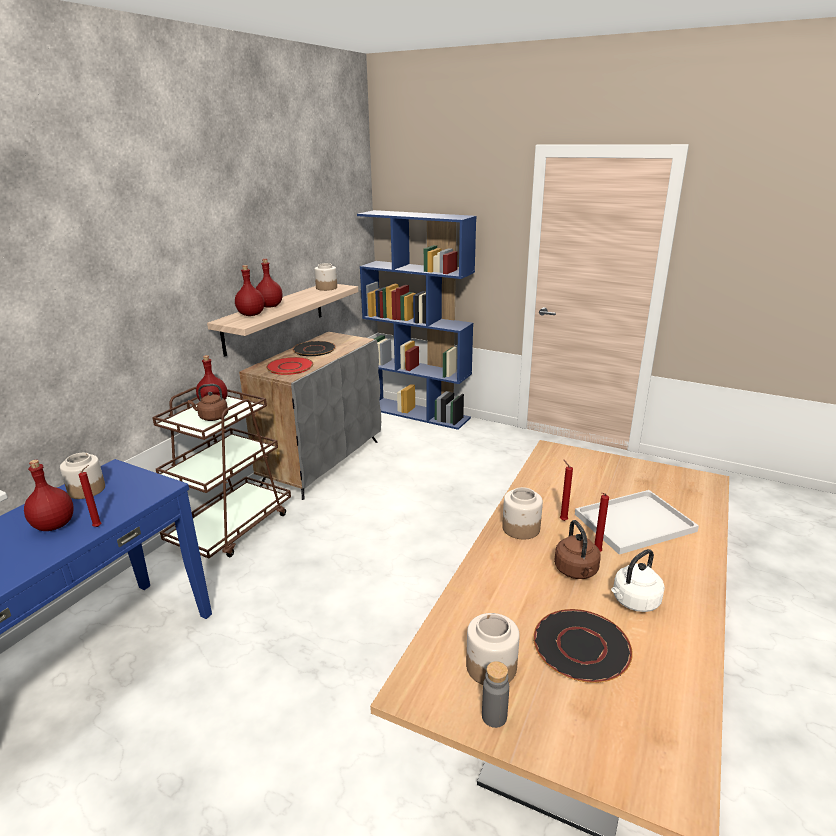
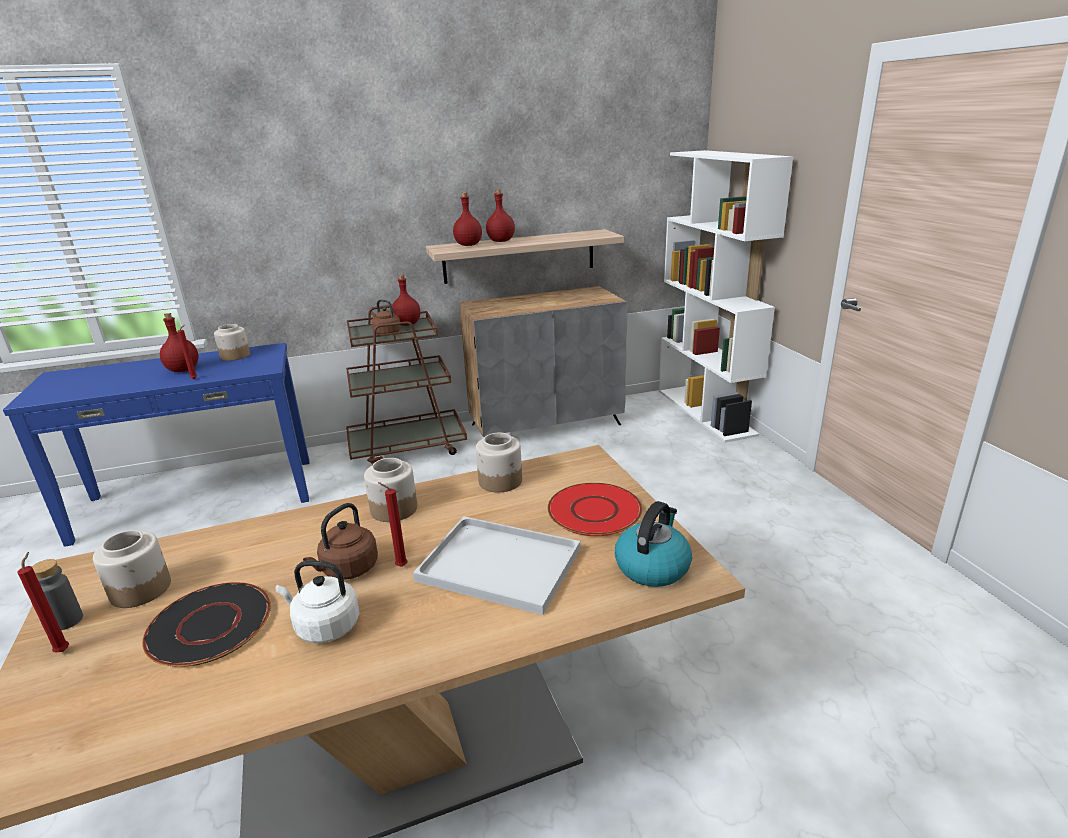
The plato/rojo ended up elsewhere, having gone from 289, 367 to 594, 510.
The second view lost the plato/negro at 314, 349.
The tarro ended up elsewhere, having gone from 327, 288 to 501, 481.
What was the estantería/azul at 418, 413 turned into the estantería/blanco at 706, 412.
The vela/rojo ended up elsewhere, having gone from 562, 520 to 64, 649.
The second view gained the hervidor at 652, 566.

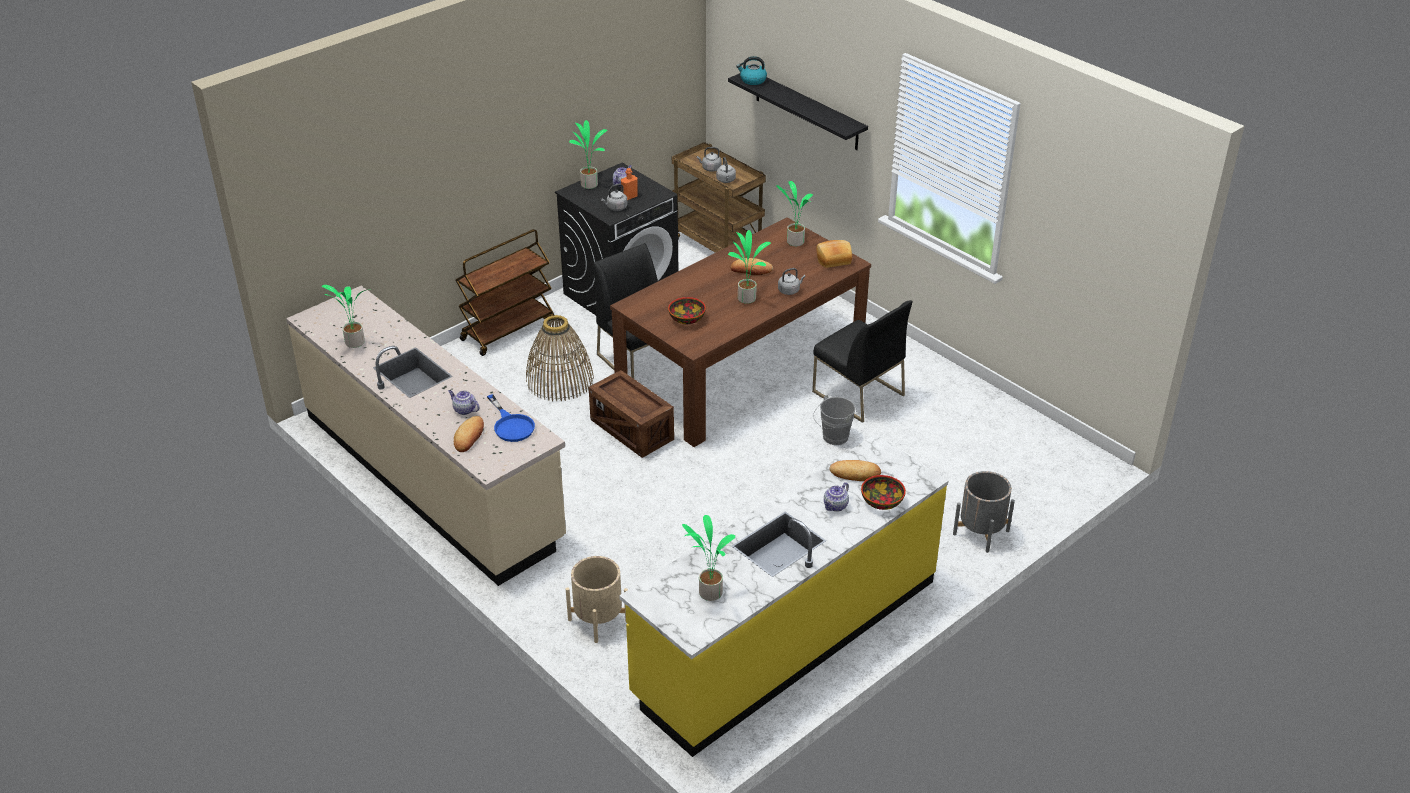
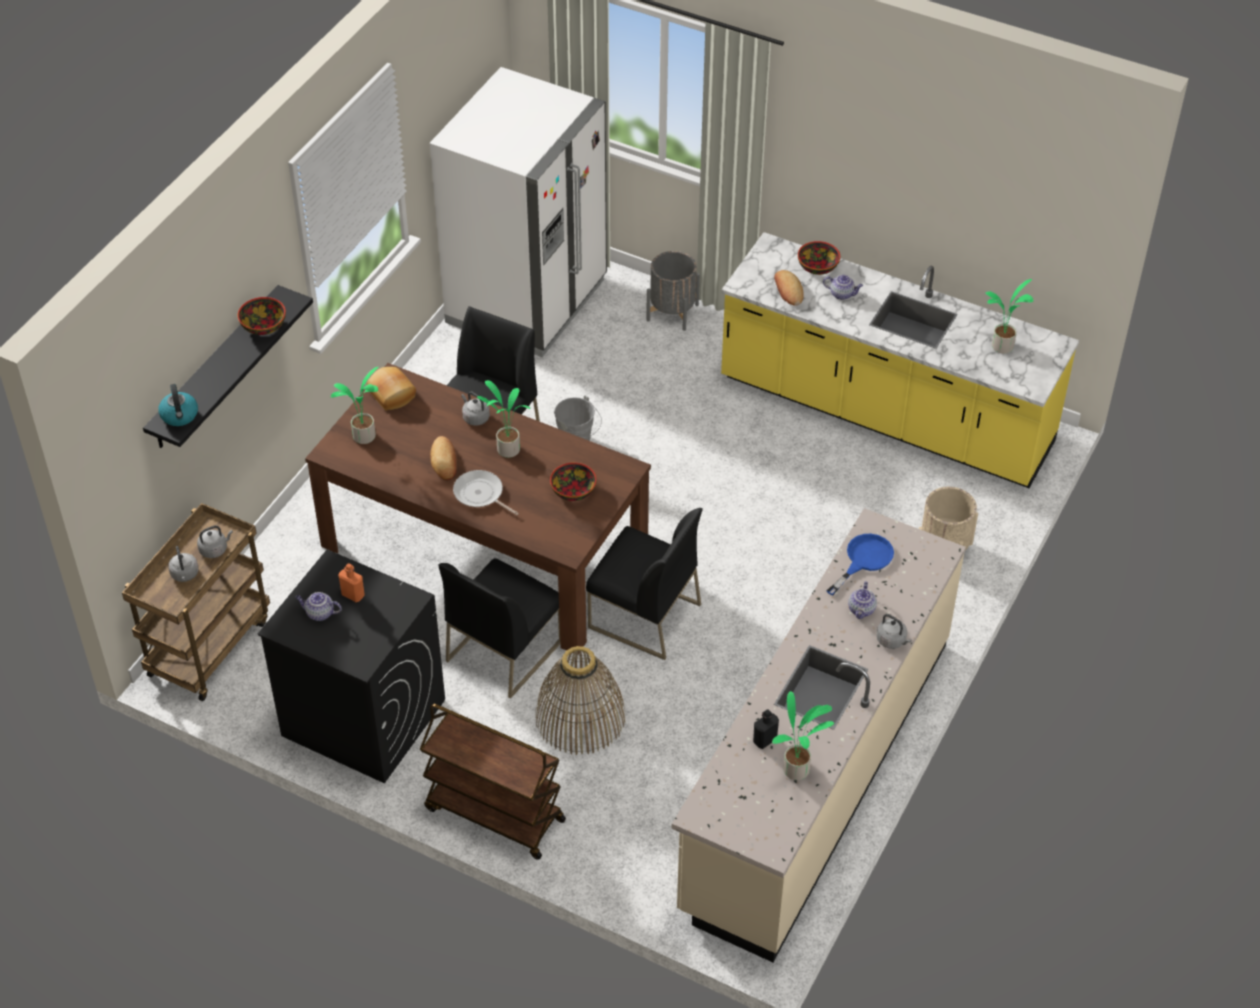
The second view lost the pan at 469, 437.
The second view lost the planta en maceta at 589, 184.
Where the caja de embalaje stood at 631, 430, the silla/negro came to stand at 643, 616.
The hervidor/gris ended up elsewhere, having gone from 616, 207 to 892, 641.
The second view gained the cuenco at 263, 326.
The second view gained the nevera/blanco at 527, 302.
The second view gained the sartén at 480, 494.
The second view gained the botella/negro at 764, 740.

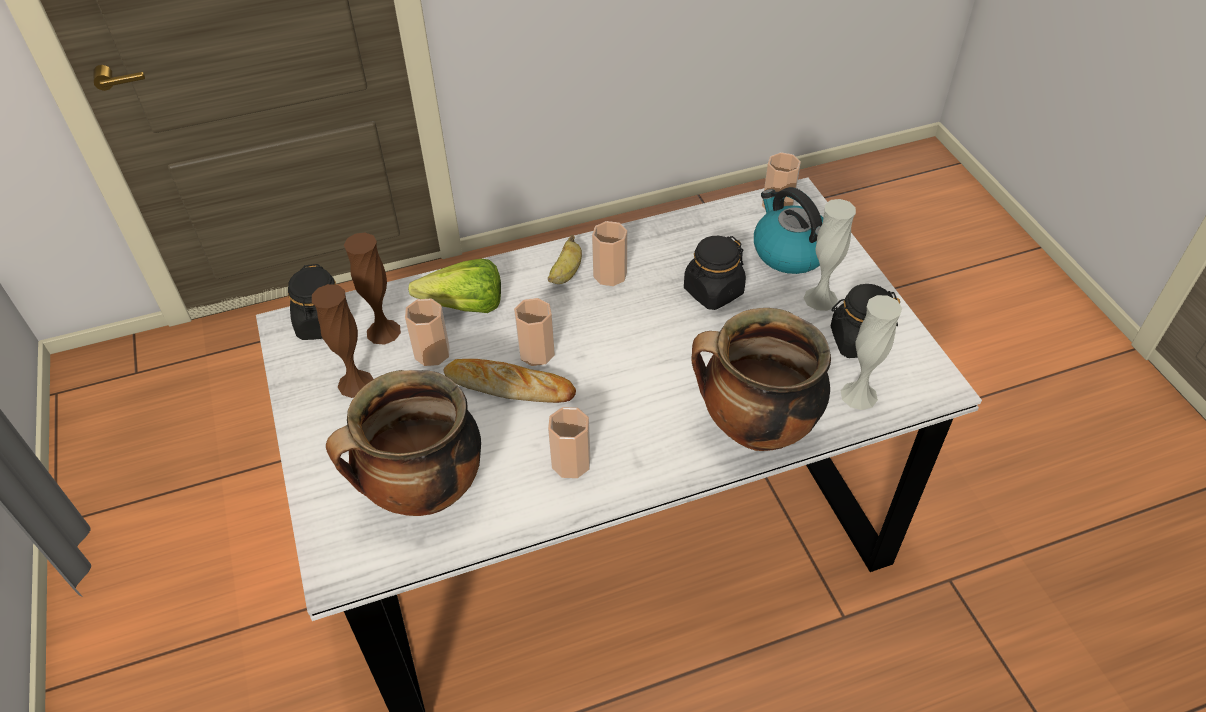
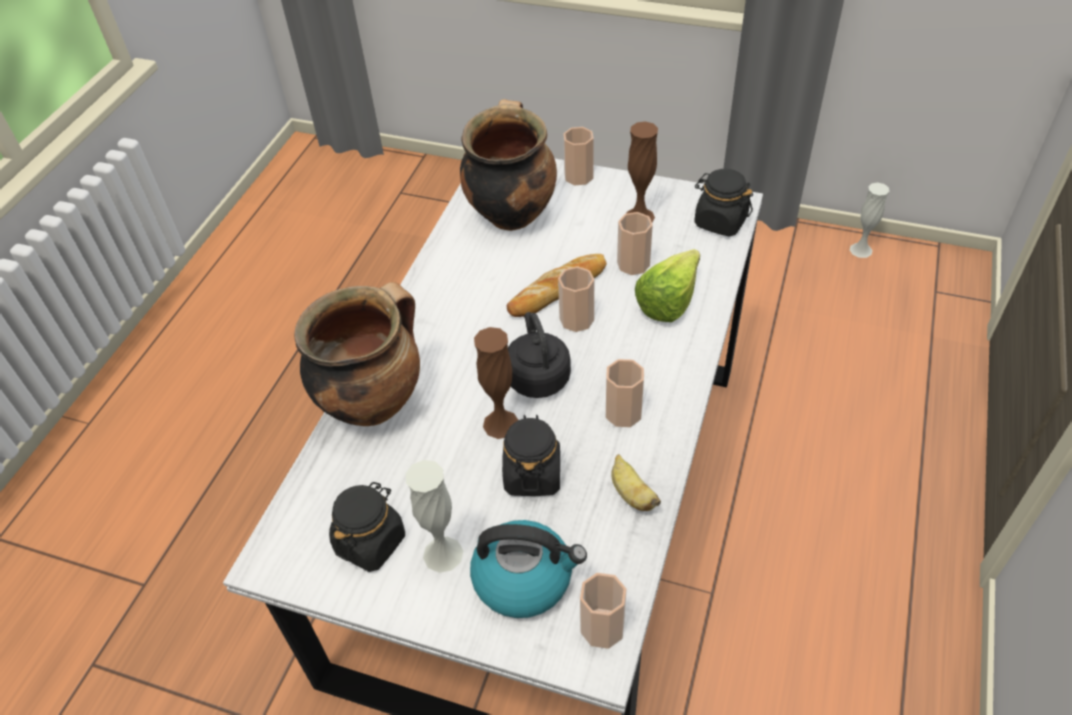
The florero/marrón ended up elsewhere, having gone from 383, 331 to 501, 424.
The plátano ended up elsewhere, having gone from 566, 273 to 631, 494.
The taza ended up elsewhere, having gone from 571, 462 to 578, 176.
The florero/blanco ended up elsewhere, having gone from 859, 395 to 861, 250.
The second view gained the hervidor/negro at 537, 376.

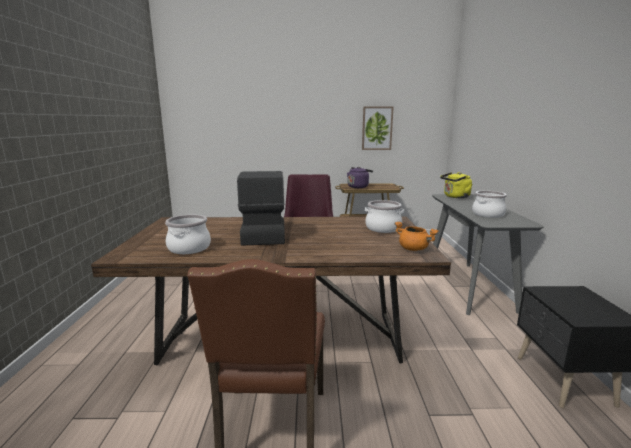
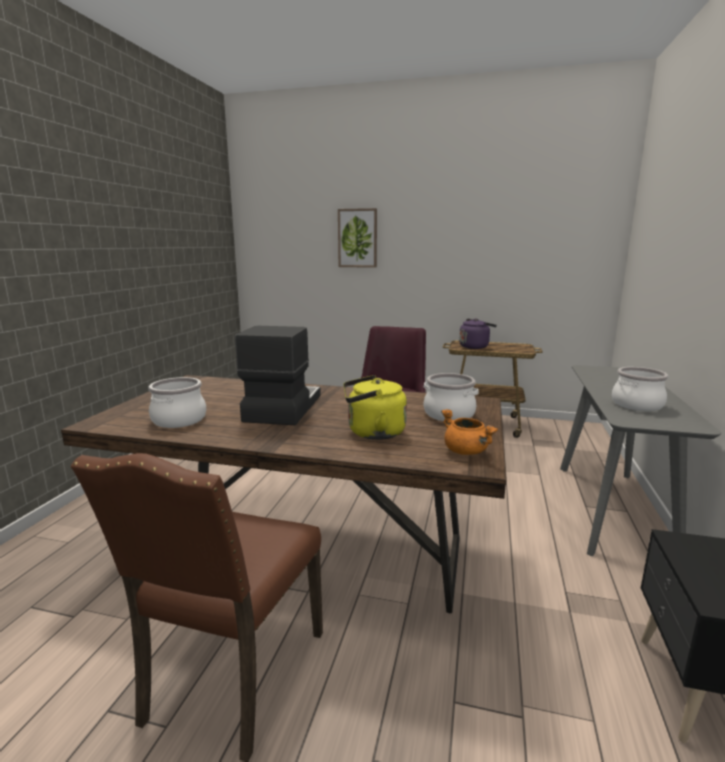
The cuadro ended up elsewhere, having gone from 377, 128 to 357, 238.
The hervidor/amarillo ended up elsewhere, having gone from 455, 197 to 372, 433.

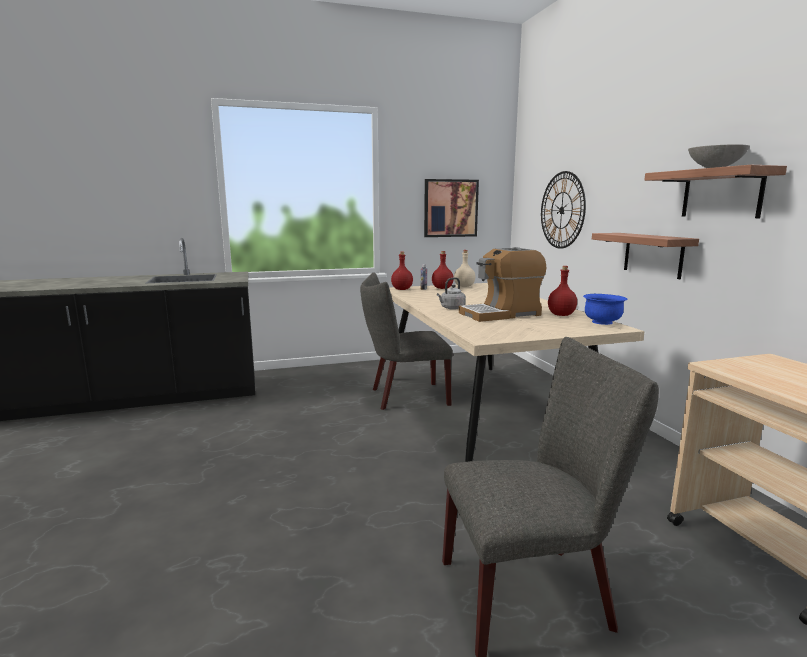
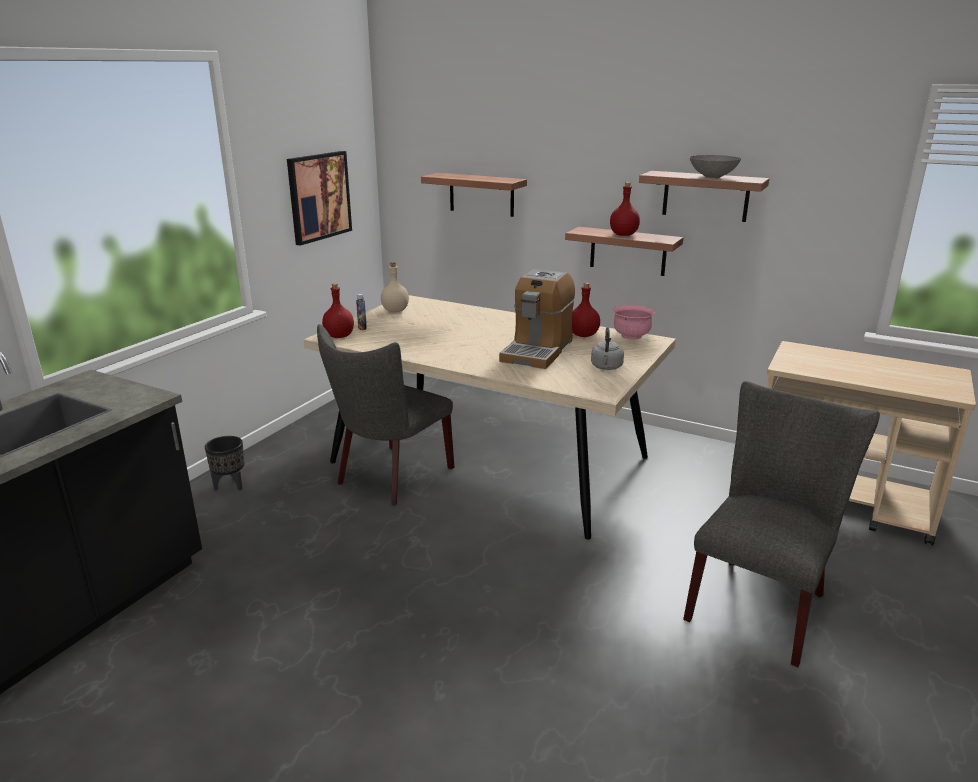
The botella/rojo ended up elsewhere, having gone from 442, 288 to 624, 235.
The hervidor/gris ended up elsewhere, having gone from 451, 308 to 606, 367.
Where the reloj de pared hung at 562, 210, the estante came to hang at 481, 194.
What was the cuenco/azul at 602, 322 turned into the cuenco/rosa at 631, 336.
The second view gained the maceta/negro at 230, 485.

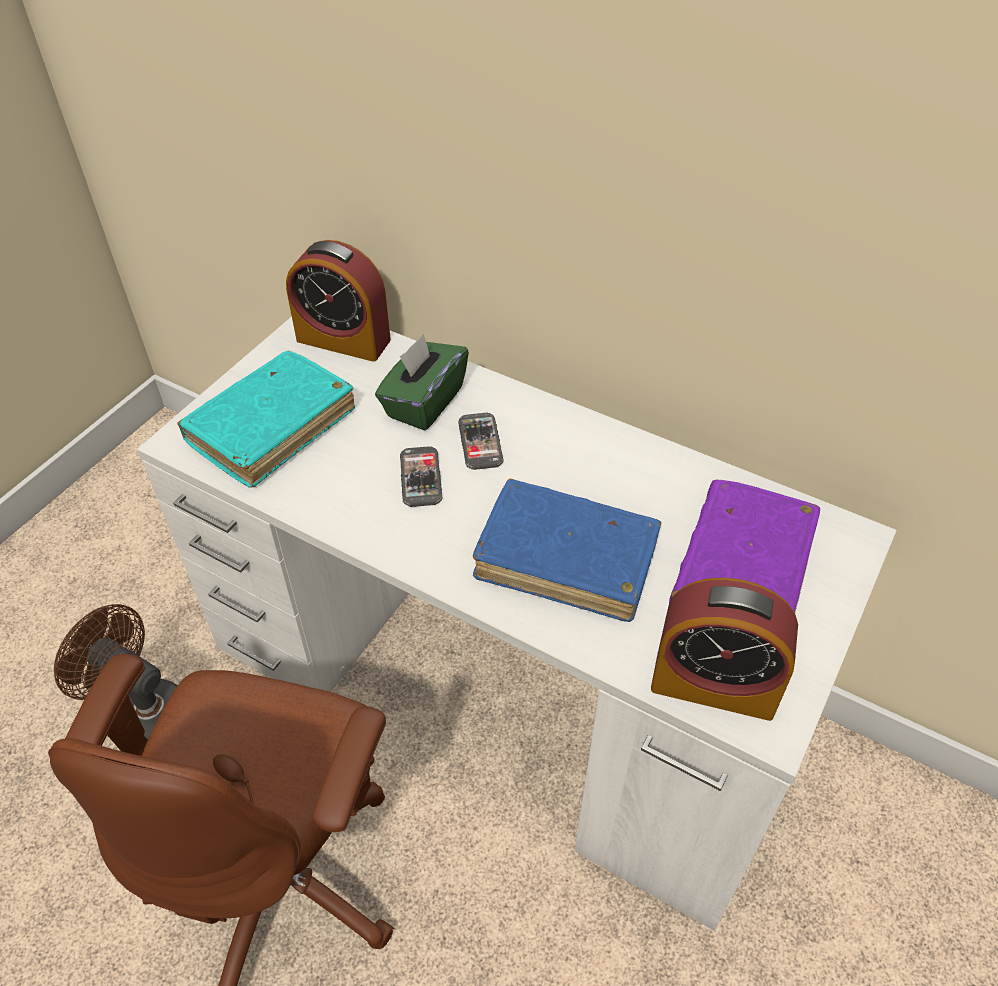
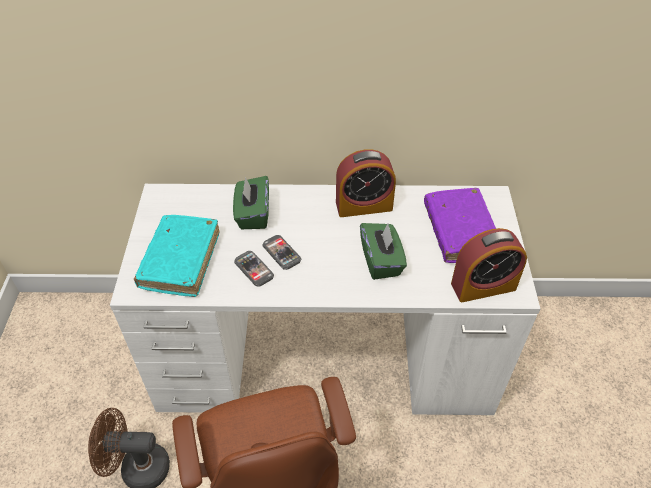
The despertador ended up elsewhere, having gone from 343, 340 to 364, 206.
The móvil ended up elsewhere, having gone from 480, 443 to 254, 269.
Where the libro/azul stood at 566, 560, the caja de pañuelos/verde came to stand at 381, 261.

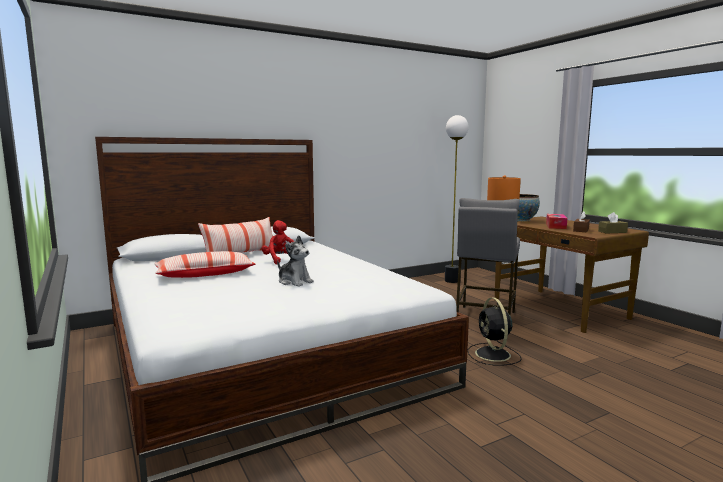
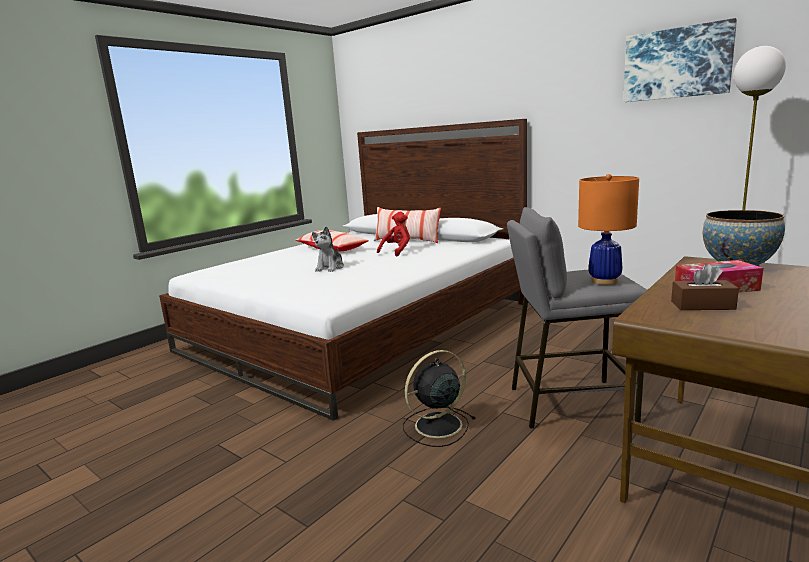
The second view lost the caja de pañuelos/marrón at 612, 232.
The second view gained the cuadro at 677, 63.

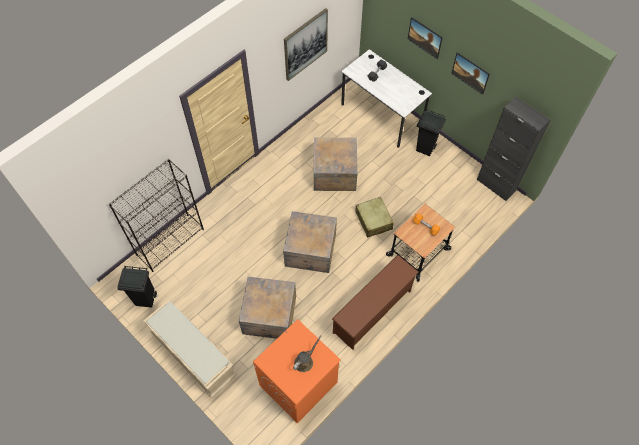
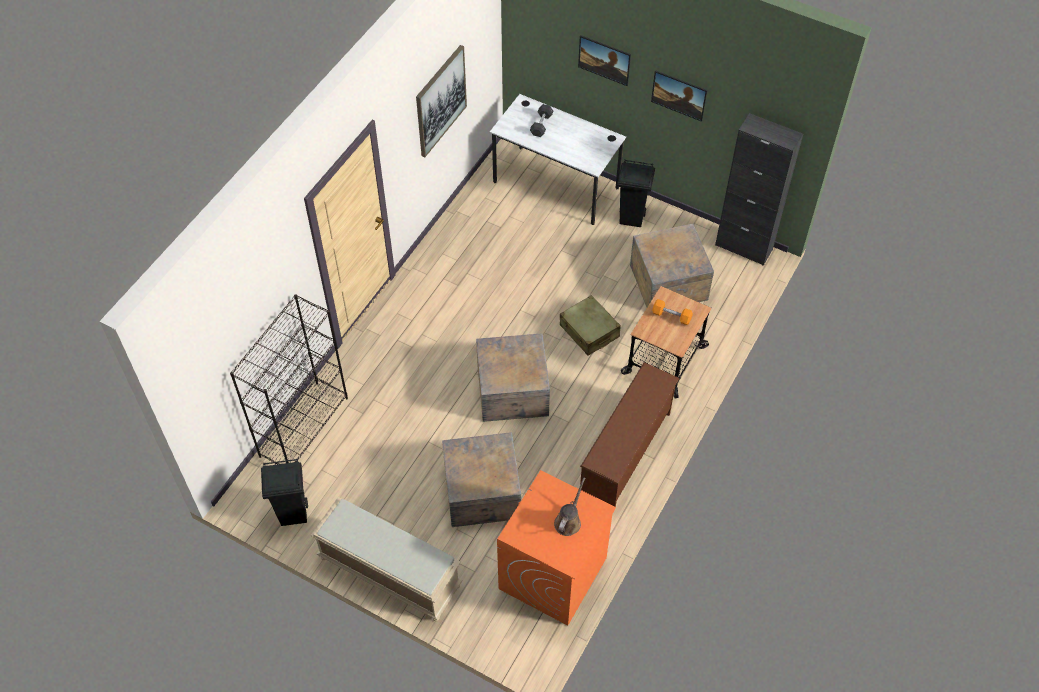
The caja de embalaje ended up elsewhere, having gone from 335, 172 to 669, 281.

